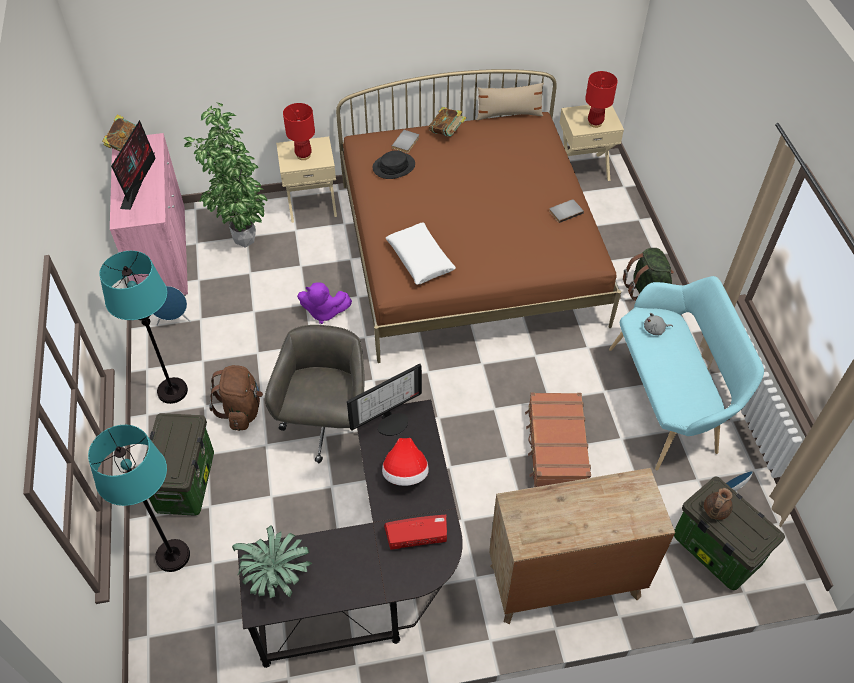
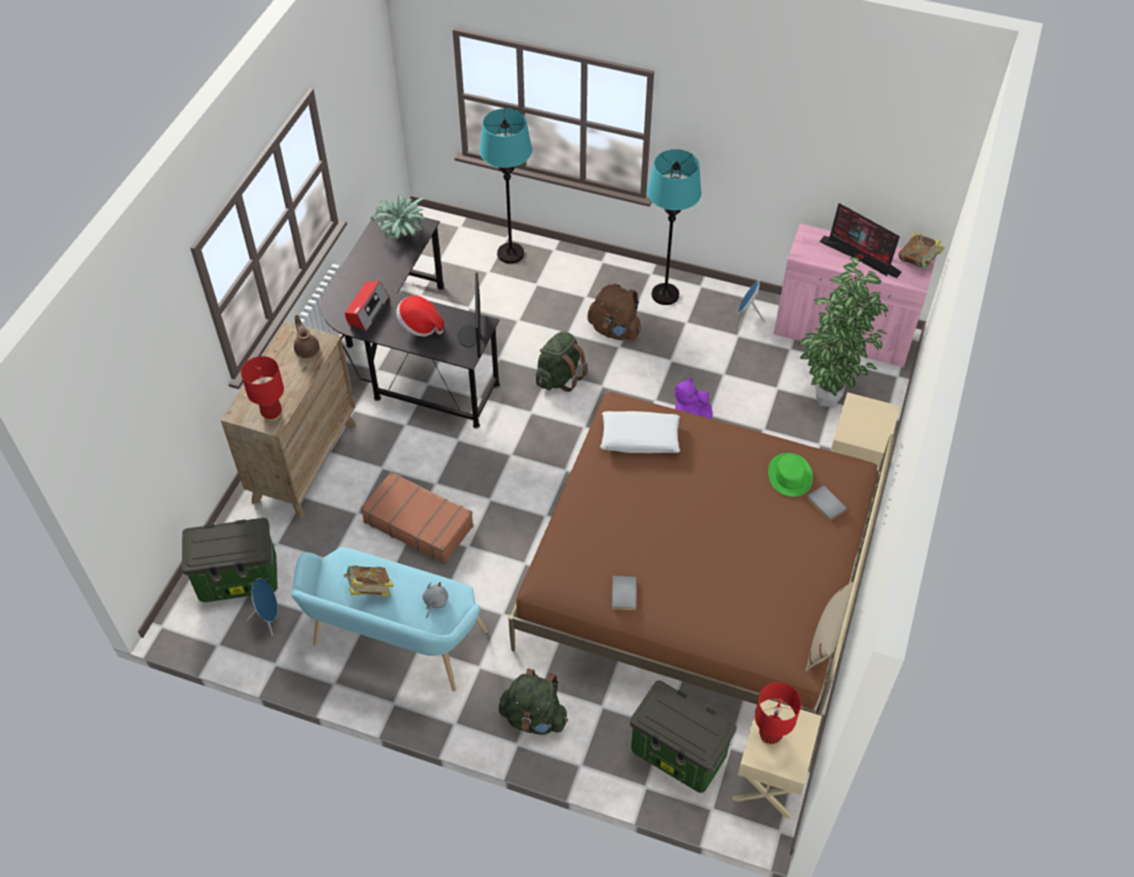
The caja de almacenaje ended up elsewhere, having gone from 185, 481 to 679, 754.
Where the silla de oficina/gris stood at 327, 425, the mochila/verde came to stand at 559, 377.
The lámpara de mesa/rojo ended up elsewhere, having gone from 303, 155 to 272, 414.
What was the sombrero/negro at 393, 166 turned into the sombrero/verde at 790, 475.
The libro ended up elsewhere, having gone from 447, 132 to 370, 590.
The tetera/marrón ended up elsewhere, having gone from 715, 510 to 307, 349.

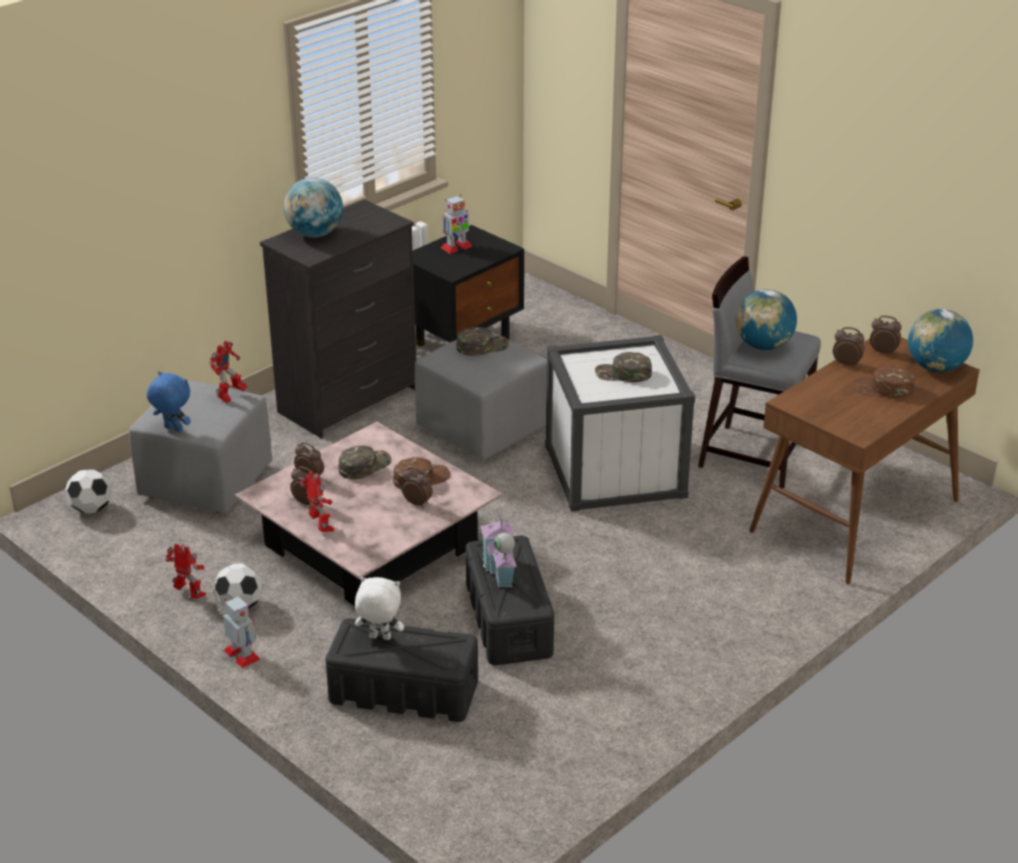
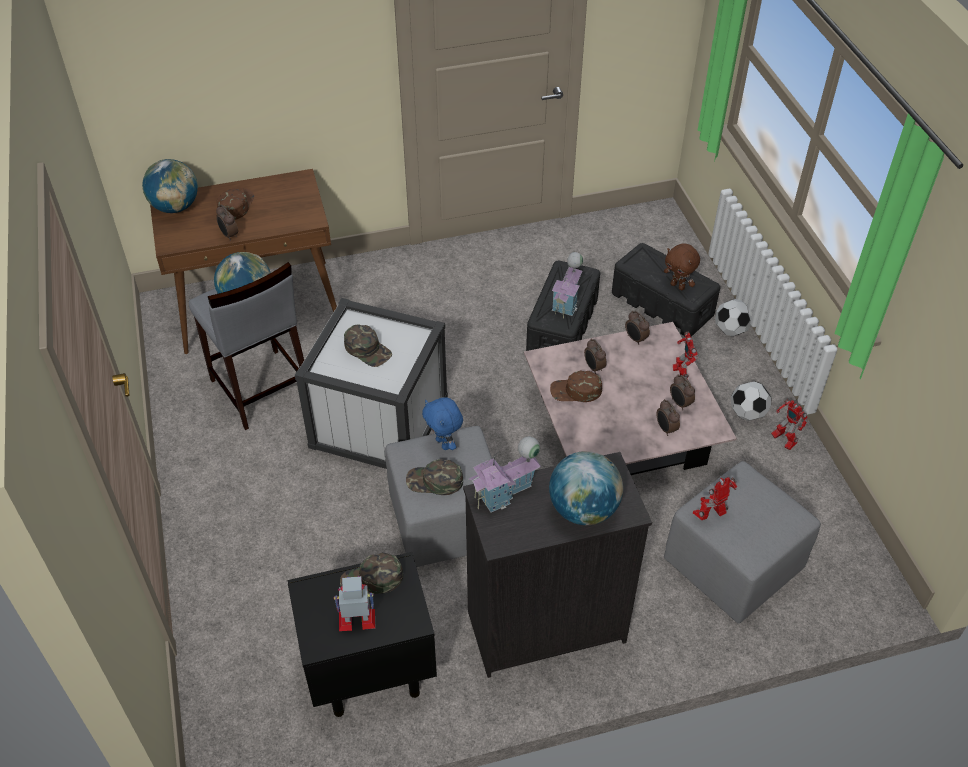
The balón de fútbol ended up elsewhere, having gone from 91, 509 to 730, 330.
The peluche/azul ended up elsewhere, having gone from 172, 429 to 444, 443.
The second view lost the robot de juguete at 242, 655.
The gorra/verde ended up elsewhere, having gone from 364, 465 to 372, 580.
What was the peluche/blanco at 379, 638 turned into the peluche/marrón at 678, 286.
The gorra/marrón at 882, 388 ended up facing another way, 120 degrees counterclockwise from before.
The despertador ended up elsewhere, having gone from 883, 352 to 635, 339.
The second view gained the casita at 505, 492.

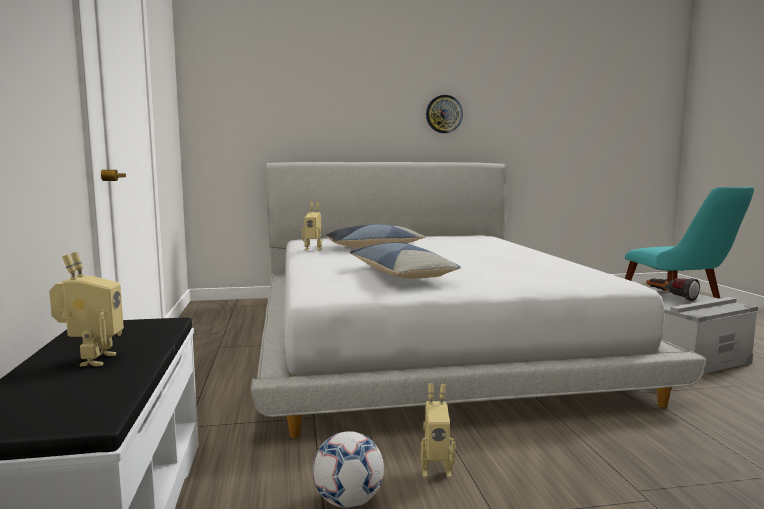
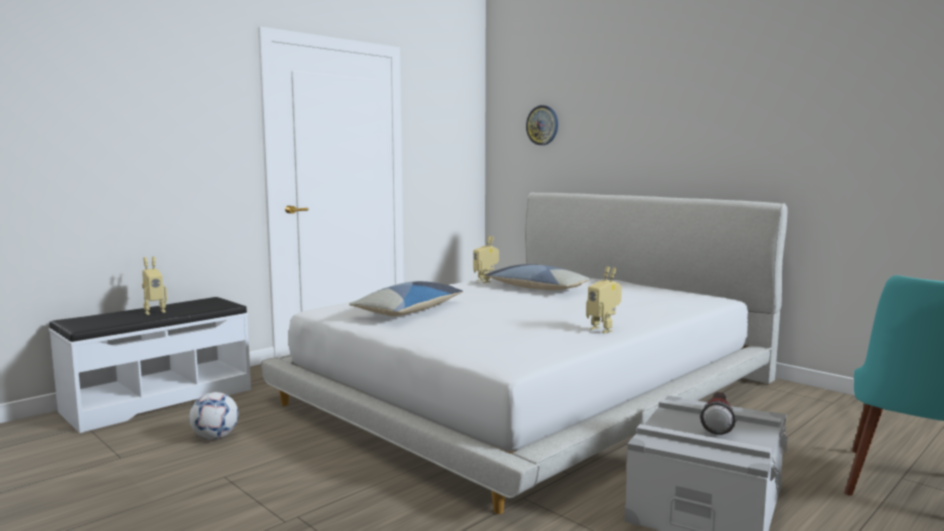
The robot de juguete ended up elsewhere, having gone from 435, 470 to 603, 329.
The reloj de pared ended up elsewhere, having gone from 444, 114 to 542, 125.

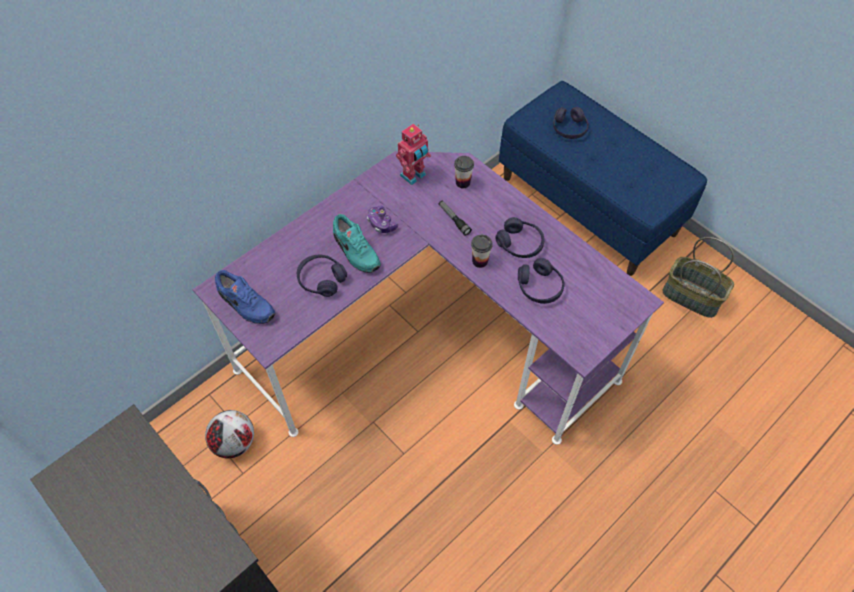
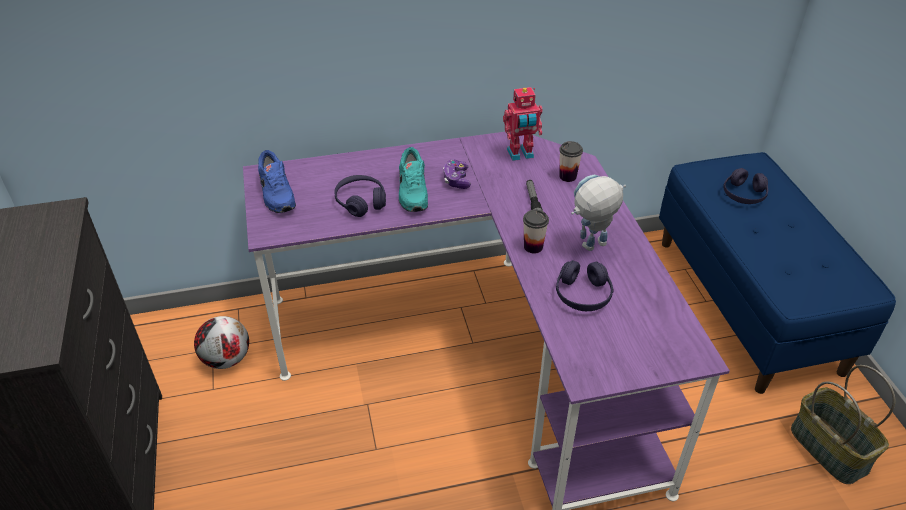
Where the auriculares/morado stood at 520, 244, the robot de juguete came to stand at 590, 249.

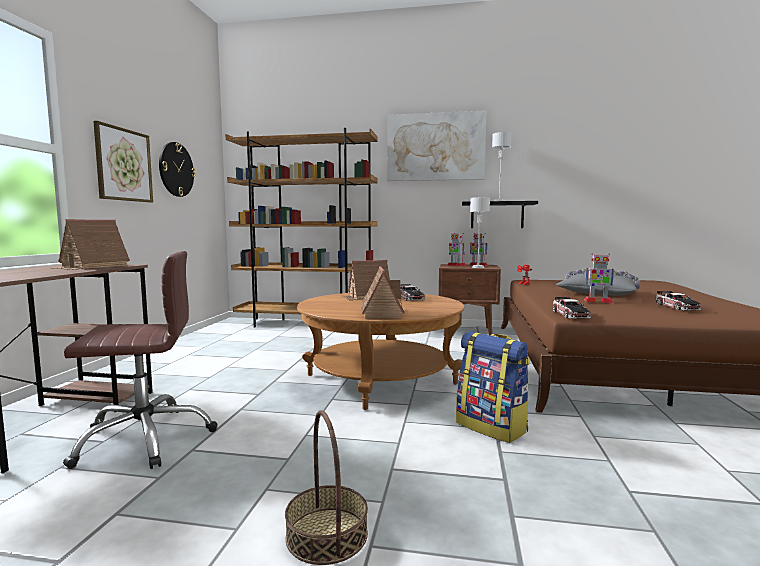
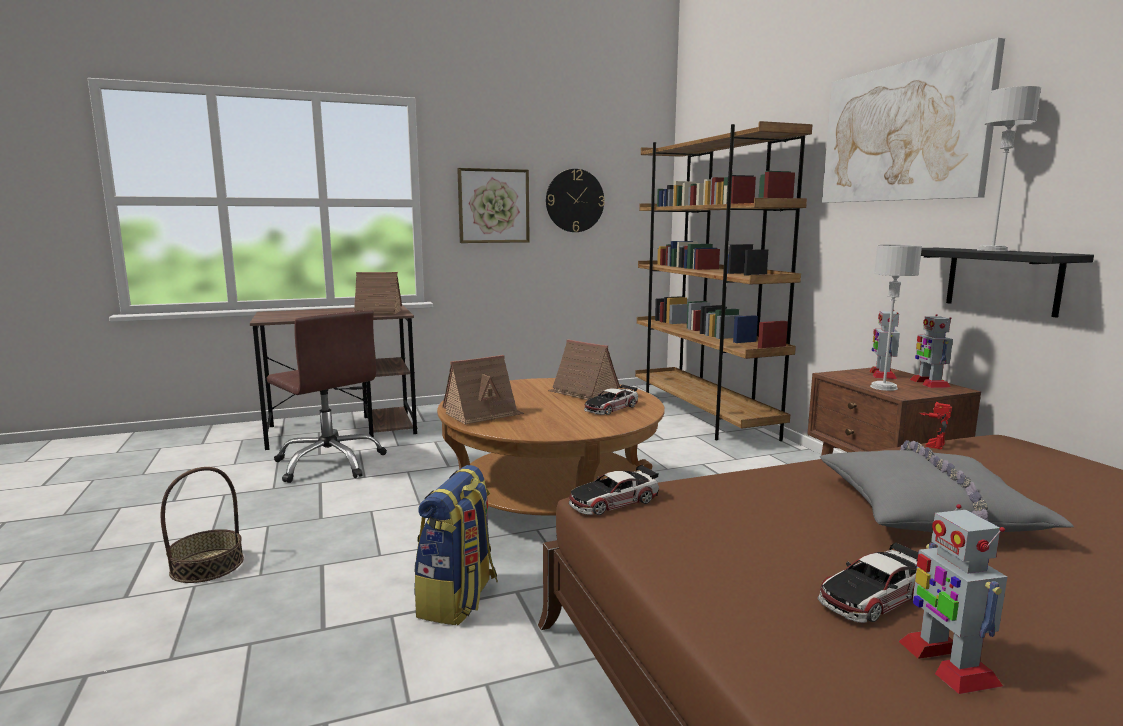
The robot de juguete ended up elsewhere, having gone from 597, 301 to 946, 662.

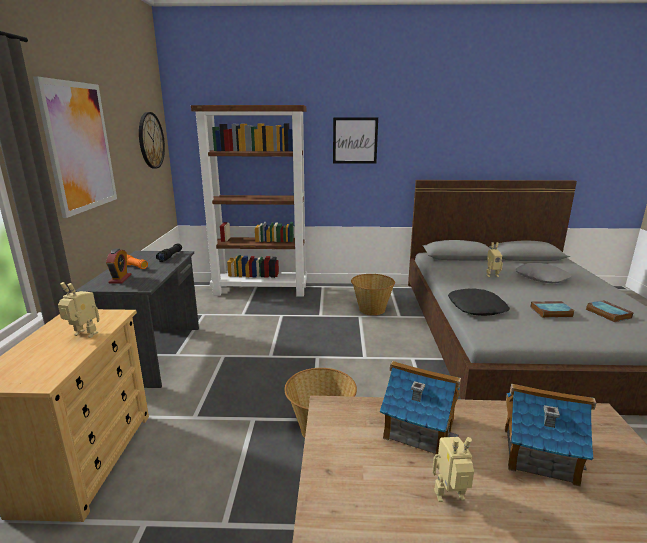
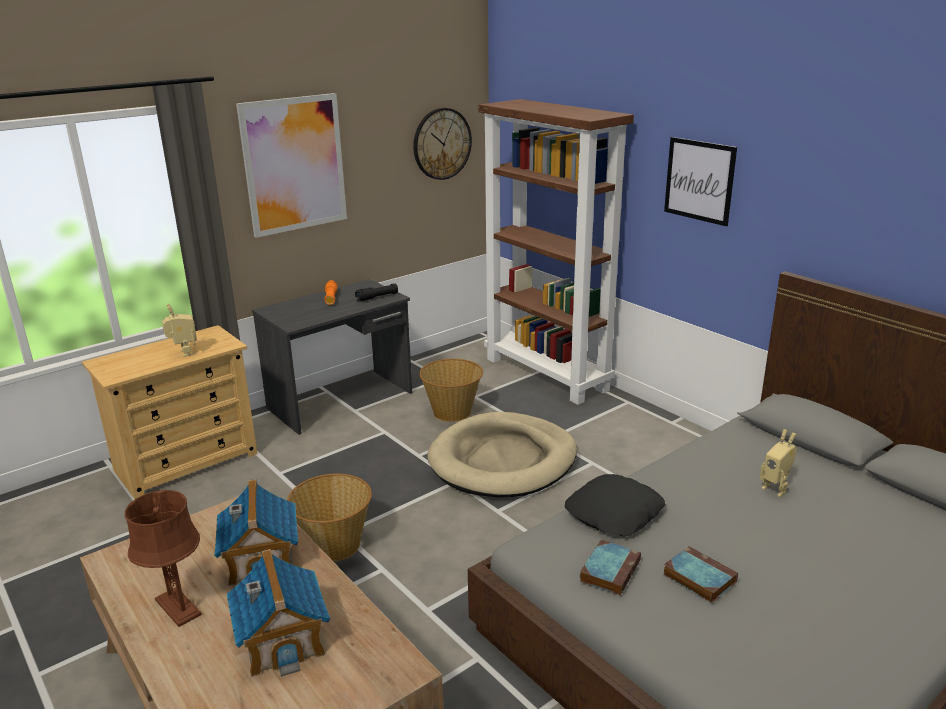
The second view lost the despertador at 120, 279.
The cesta ended up elsewhere, having gone from 371, 309 to 452, 412.
Where the robot de juguete stood at 450, 499, the lámpara de mesa/marrón came to stand at 177, 607.
The second view lost the cojín/gris at 542, 278.
The libro ended up elsewhere, having gone from 607, 313 to 610, 570.
The second view gained the cama para perro/beis at 503, 460.

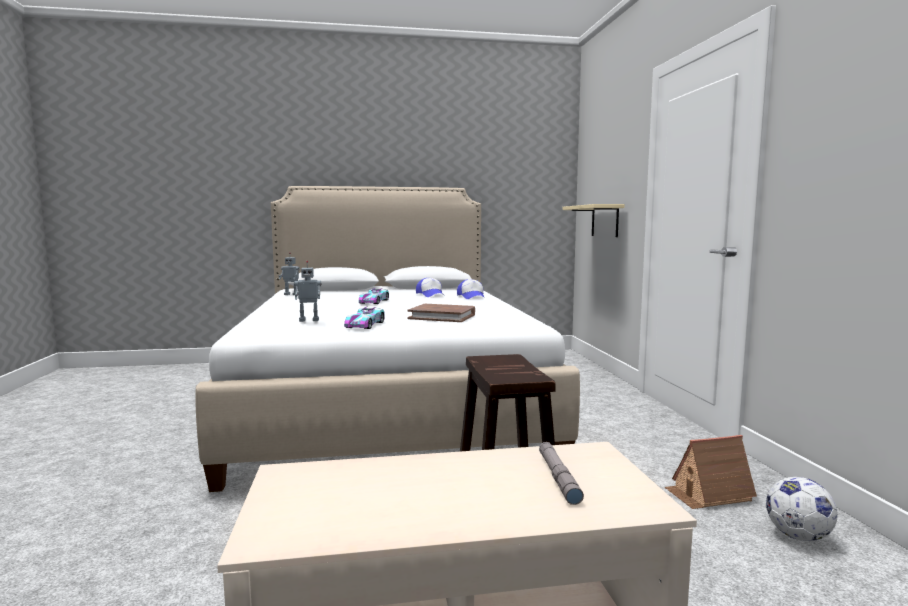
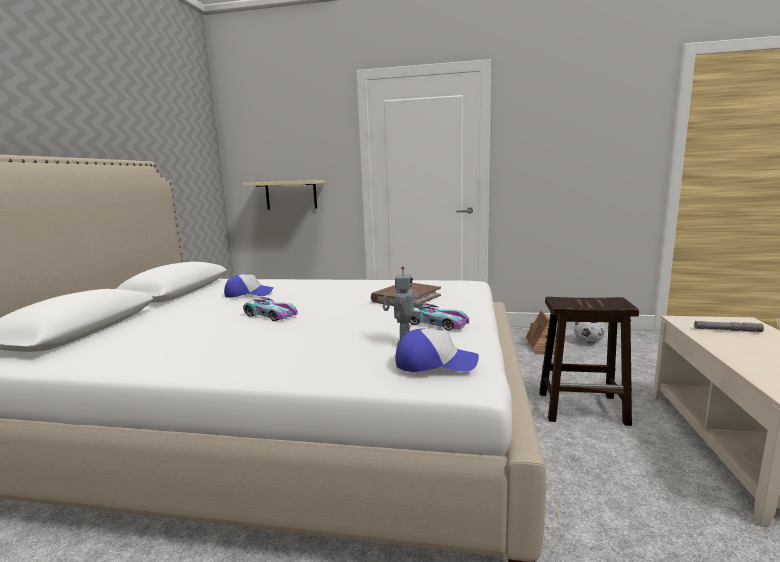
The second view lost the robot de juguete at 292, 294.
The gorra ended up elsewhere, having gone from 472, 297 to 435, 363.

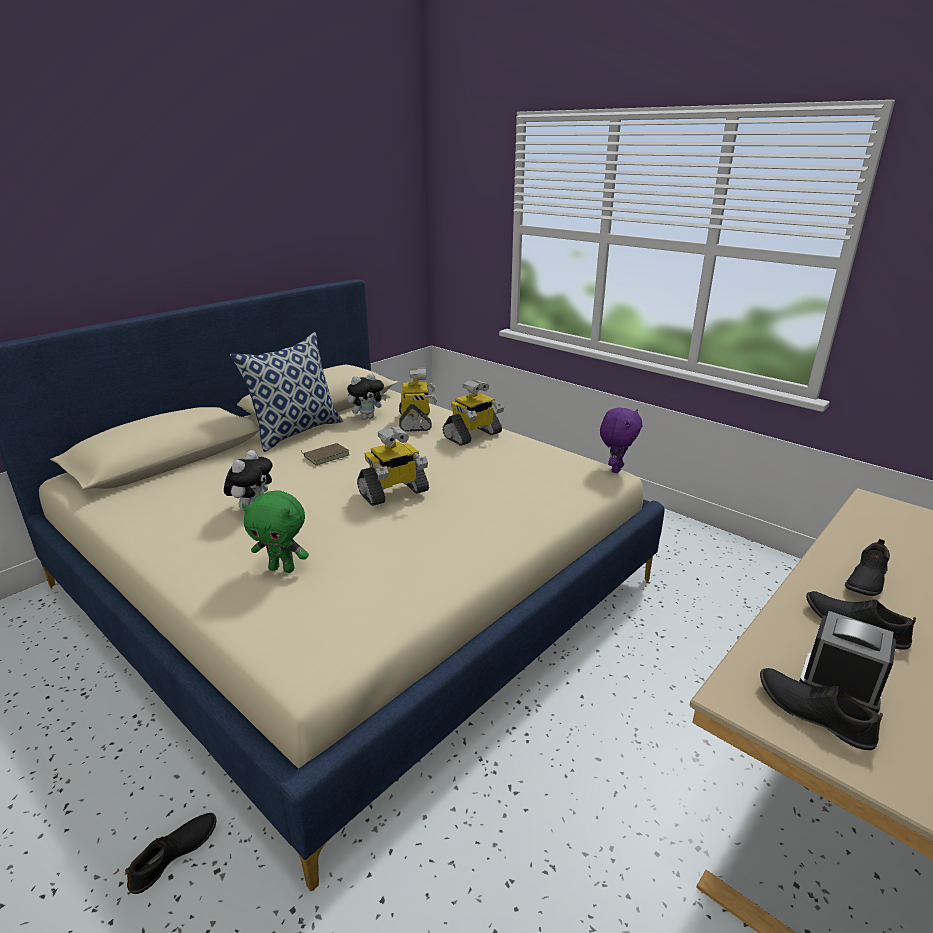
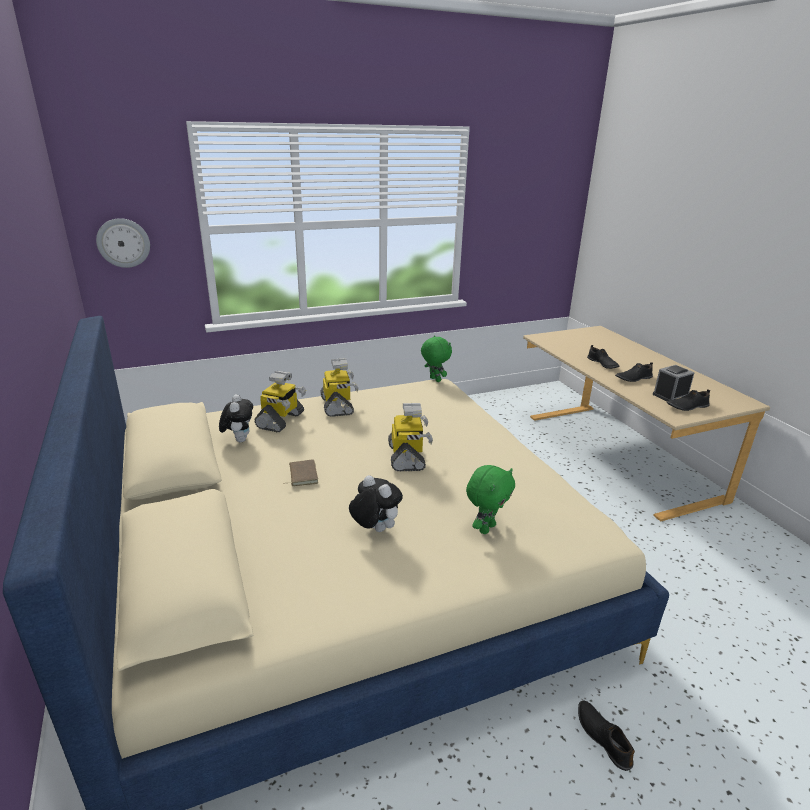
The second view lost the cojín at 296, 432.
The robot de juguete at 416, 422 ended up facing another way, 90 degrees clockwise from before.
What was the peluche/morado at 615, 469 turned into the peluche/verde at 434, 380.
The second view gained the reloj de pared at 123, 243.

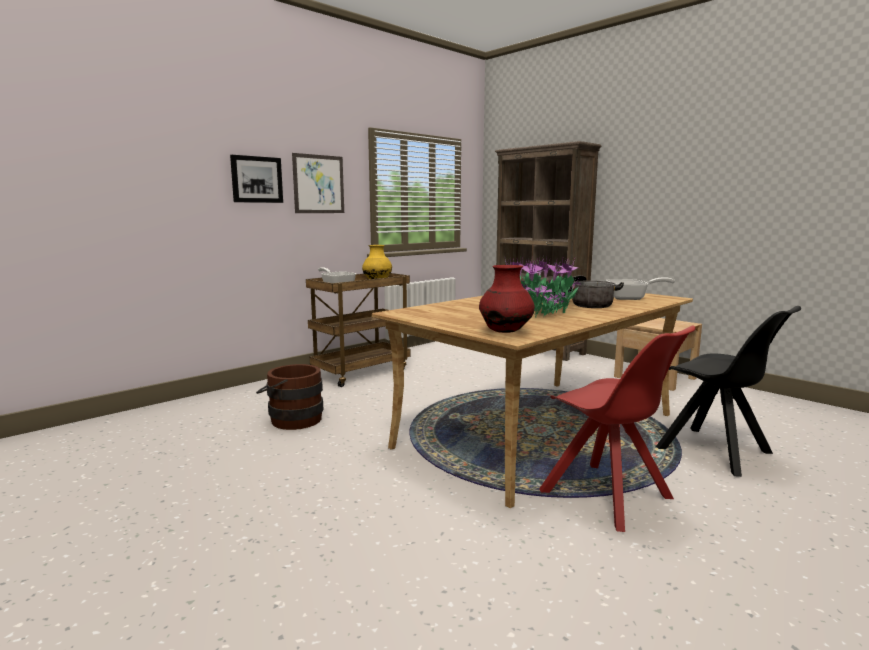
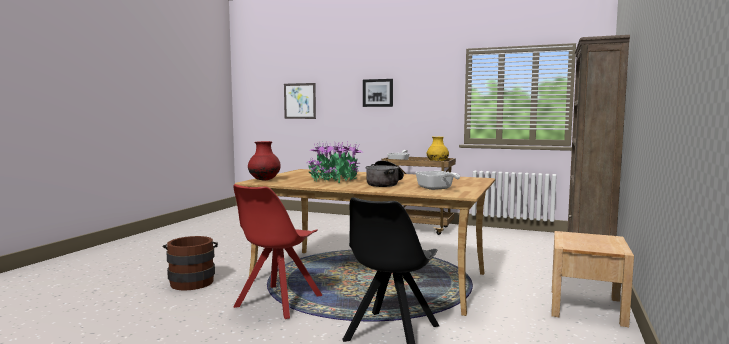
The cubo/marrón ended up elsewhere, having gone from 291, 419 to 192, 281.
The cuadro ended up elsewhere, having gone from 318, 184 to 299, 101.

